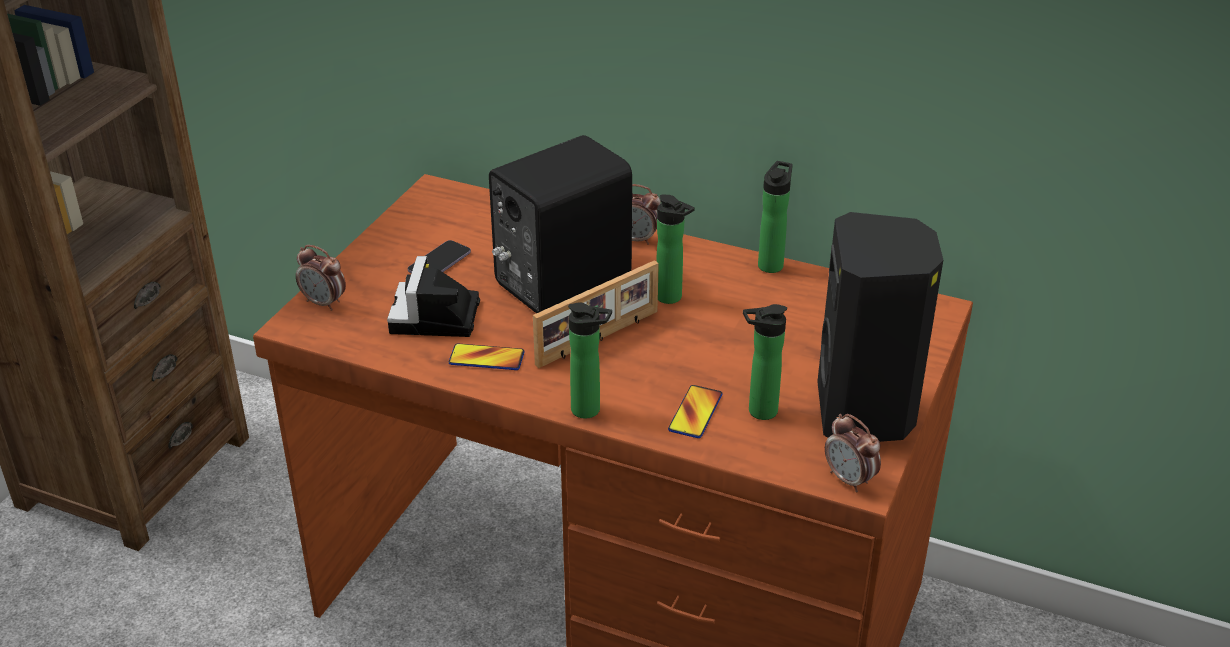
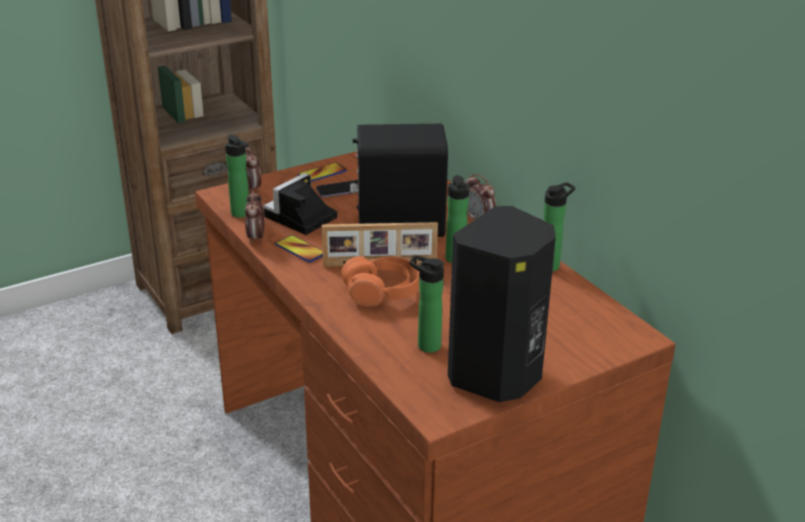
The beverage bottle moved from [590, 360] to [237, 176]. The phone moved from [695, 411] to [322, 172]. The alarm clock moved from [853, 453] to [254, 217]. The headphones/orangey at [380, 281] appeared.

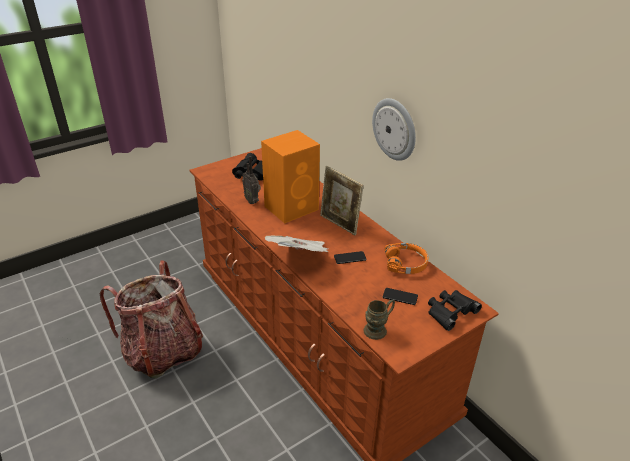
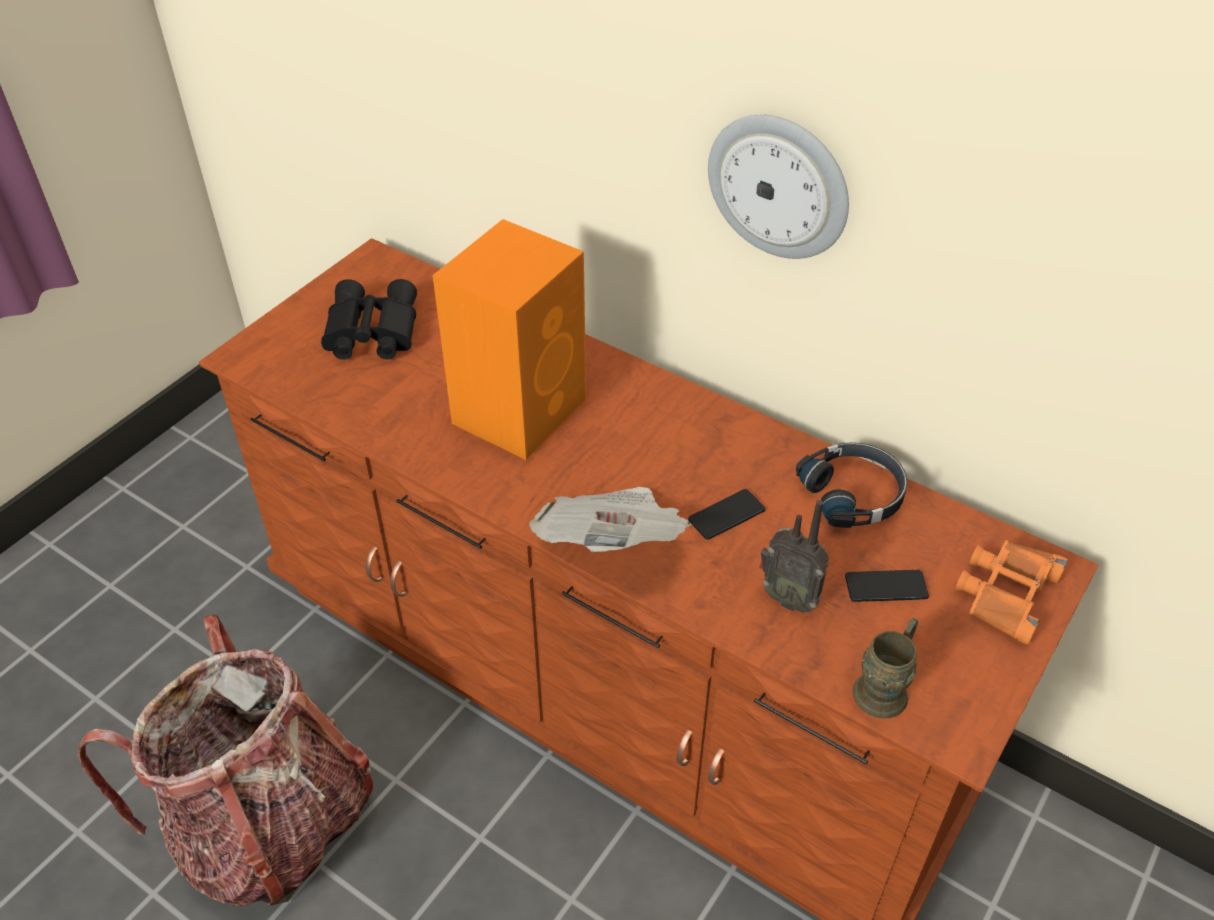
The radio set moved from [251, 180] to [794, 556]. The picture frame at [342, 200] disappeared. The headphones/orangey at [406, 258] became the headphones/black at [851, 485]. The binoculars/black at [455, 310] became the binoculars/orangey at [1011, 592].

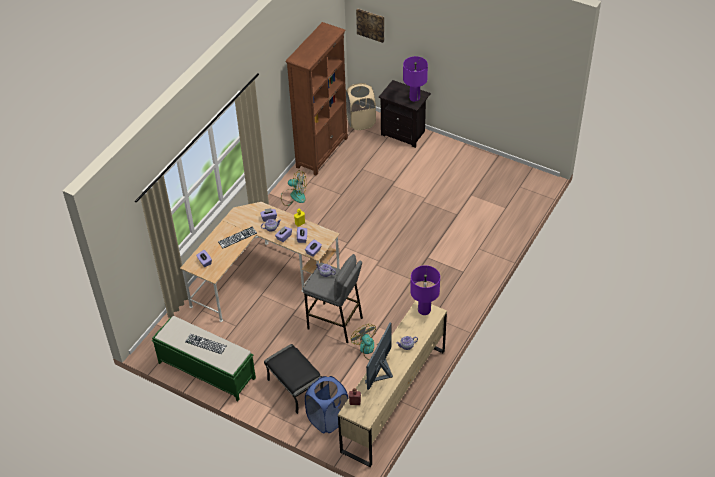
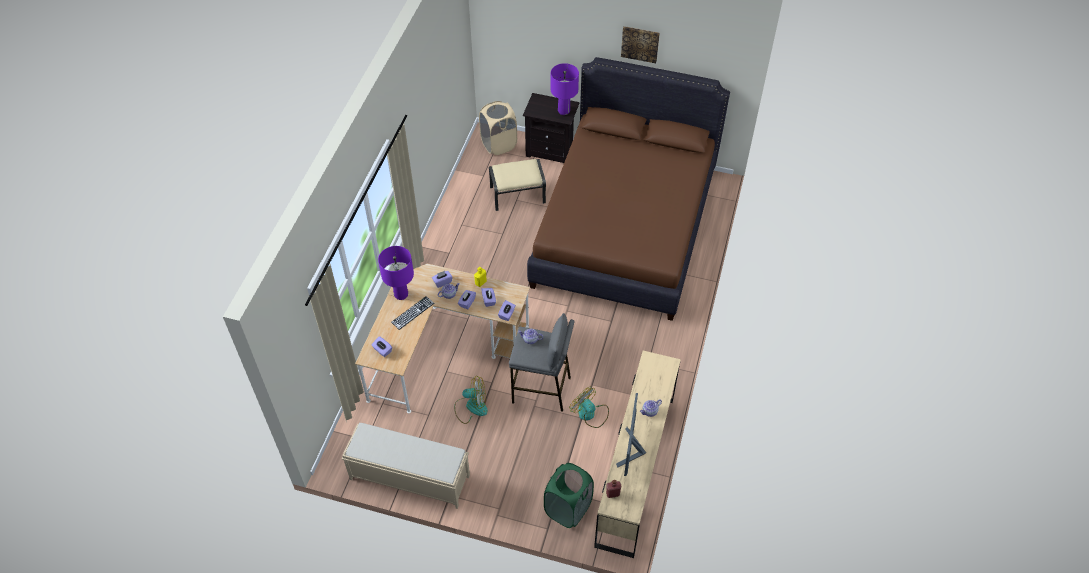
The wall art moved from [370, 25] to [640, 44]. The bookshelf/brownish at [317, 99] disappeared. The cooling fan moved from [294, 188] to [471, 400]. The lamp for a table/purplish moved from [425, 290] to [396, 273]. The bench/green at [204, 359] became the bench/beige-coloured at [406, 466]. The keyboard at [205, 344] disappeared. The ottoman/black at [293, 379] disappeared. The laundry basket/blue-coloured at [327, 404] became the laundry basket/green at [569, 495]. The bed/brownish at [628, 189] appeared. The ottoman/beige-coloured at [517, 185] appeared.

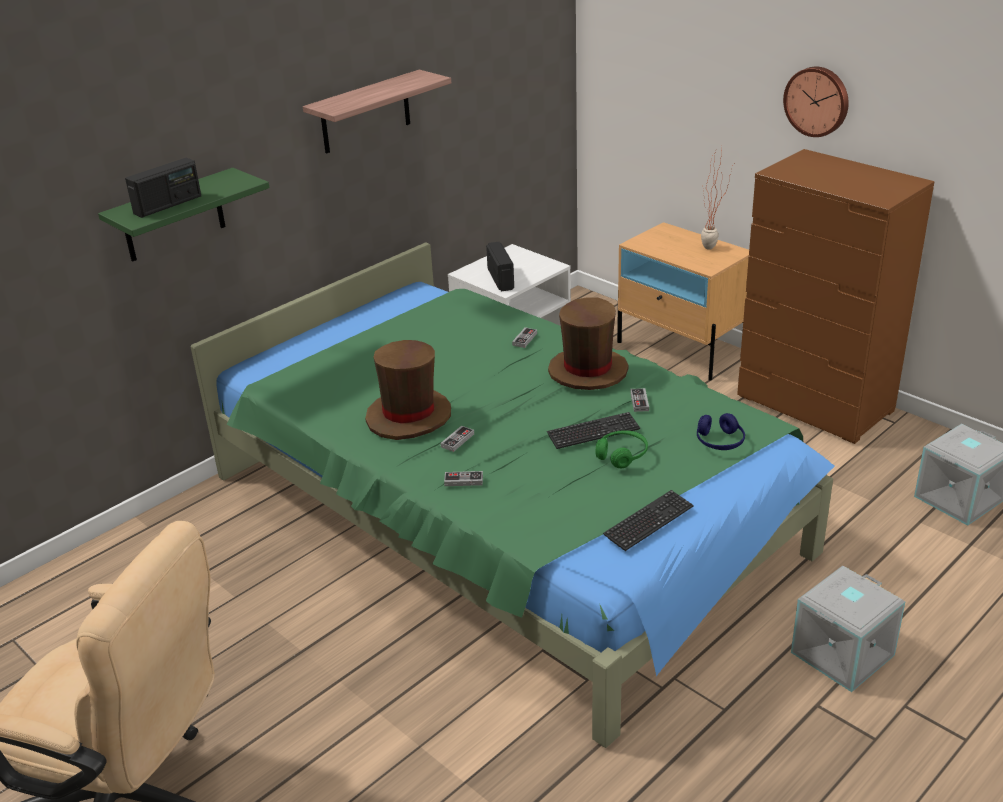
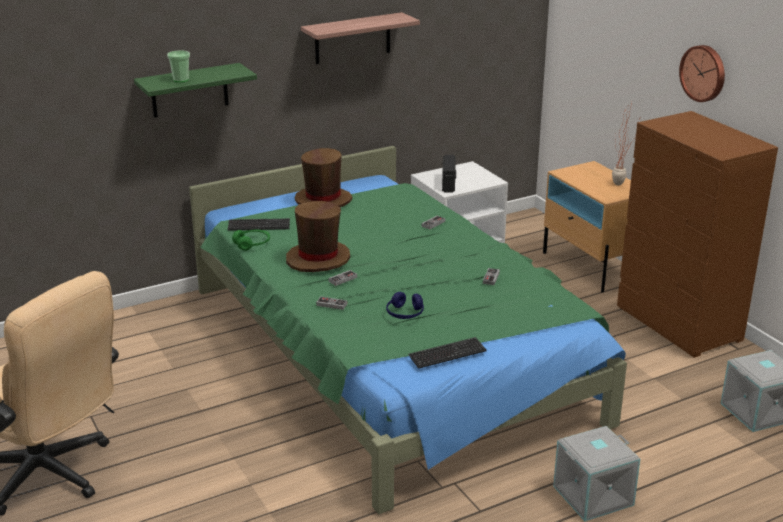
The radio set at [163, 188] was replaced by the drinking cup at [178, 66]. The hat/brownish moved from [588, 343] to [323, 177]. The keyboard moved from [593, 430] to [259, 224]. The headphones/blue-coloured moved from [721, 431] to [405, 305]. The headphones/green moved from [622, 449] to [251, 240].

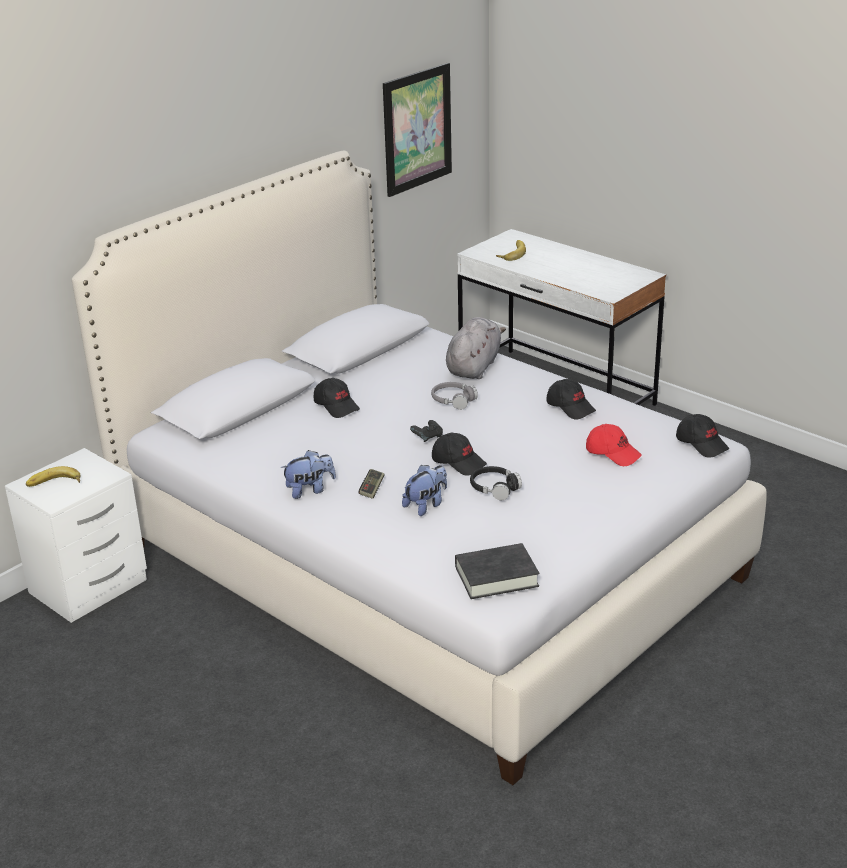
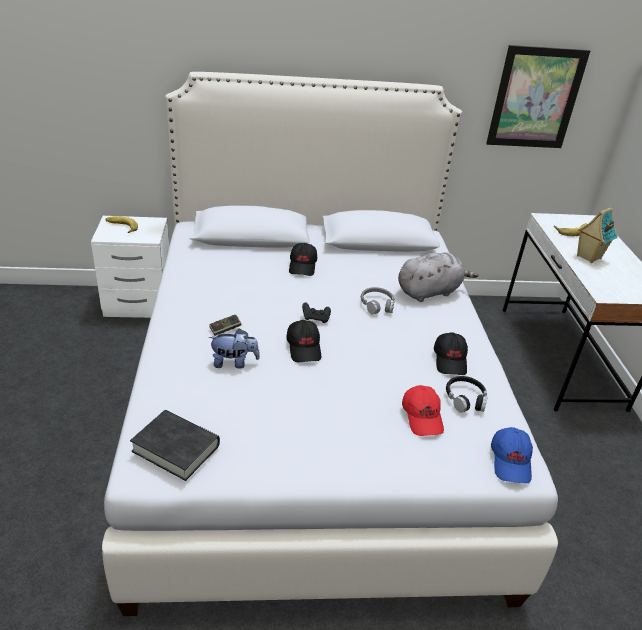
The baseball cap/black at [702, 436] became the baseball cap/blue-coloured at [512, 455]. The soft toy at [308, 474] disappeared. The headphones/black moved from [496, 483] to [467, 394]. The toy house at [597, 235] appeared.

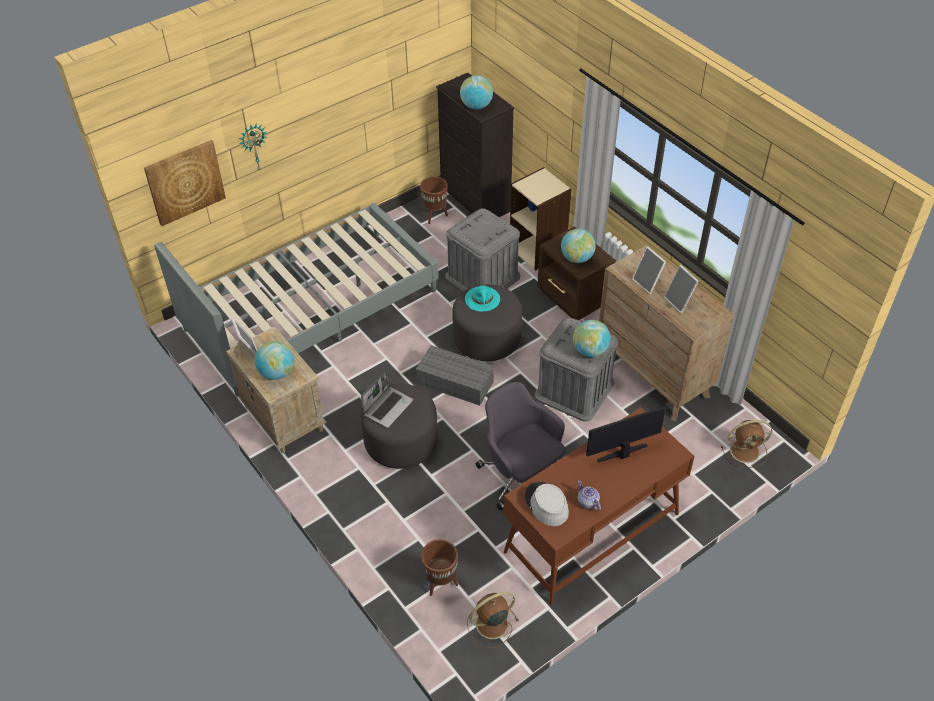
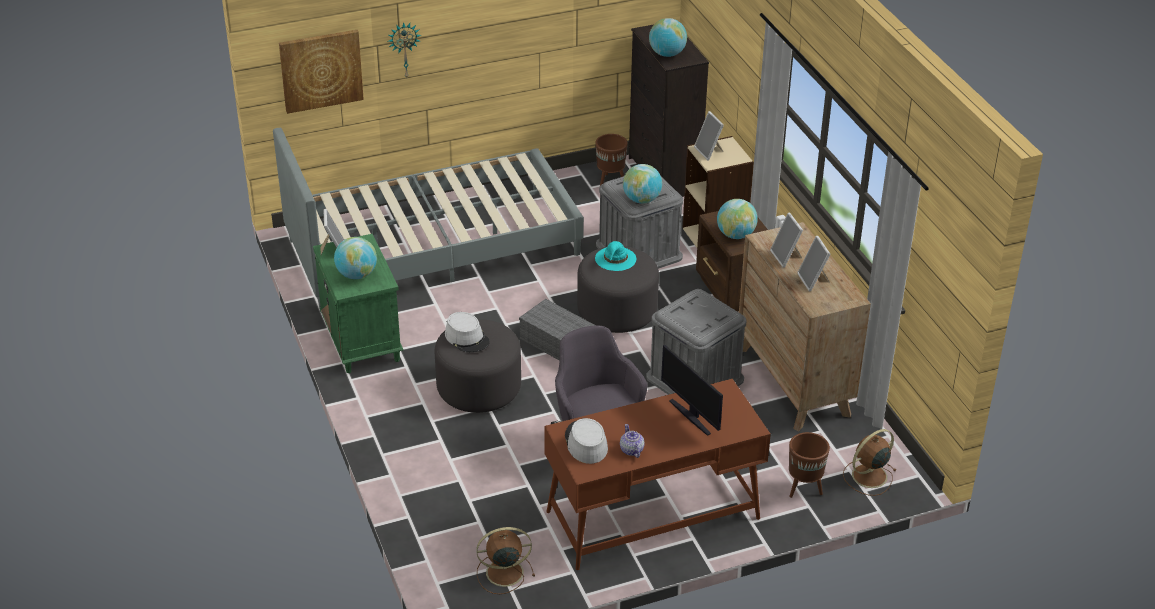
The globe moved from [592, 338] to [642, 184]. The bedside table/beige-coloured at [276, 389] became the bedside table/green at [358, 303]. The laptop at [387, 398] was replaced by the hat/gray at [467, 332]. The monitor at [626, 434] turned 120 degrees counterclockwise. The cooling fan/brownish at [746, 444] turned 135 degrees clockwise. The planter/brownish moved from [439, 567] to [809, 465]. The picture frame at [709, 135] appeared.

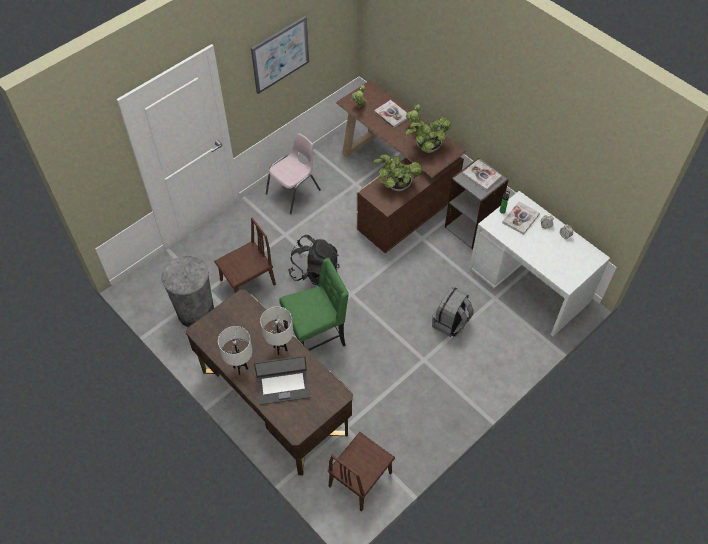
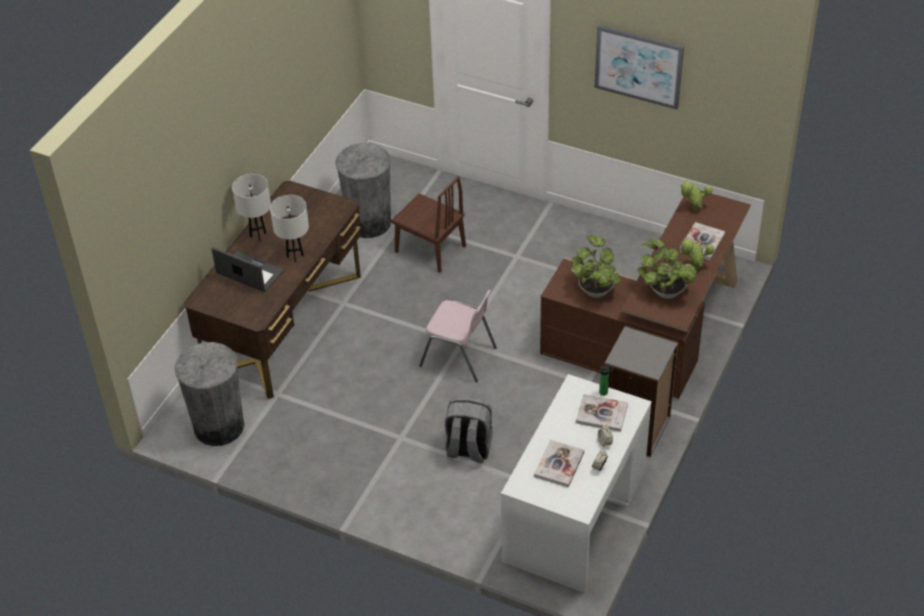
The upright chair/pink moved from [293, 173] to [458, 336]. The book moved from [482, 175] to [559, 464]. The knapsack/black at [314, 260] disappeared. The upright chair/green at [314, 304] disappeared. The laptop at [282, 380] turned 150 degrees clockwise. The upright chair/brownish at [361, 472] was replaced by the trash can/gray at [209, 394].

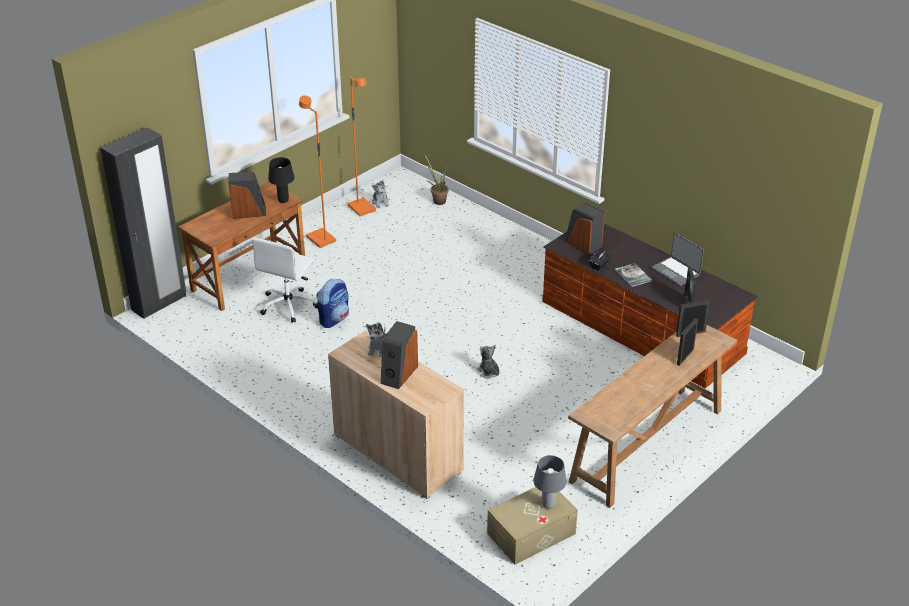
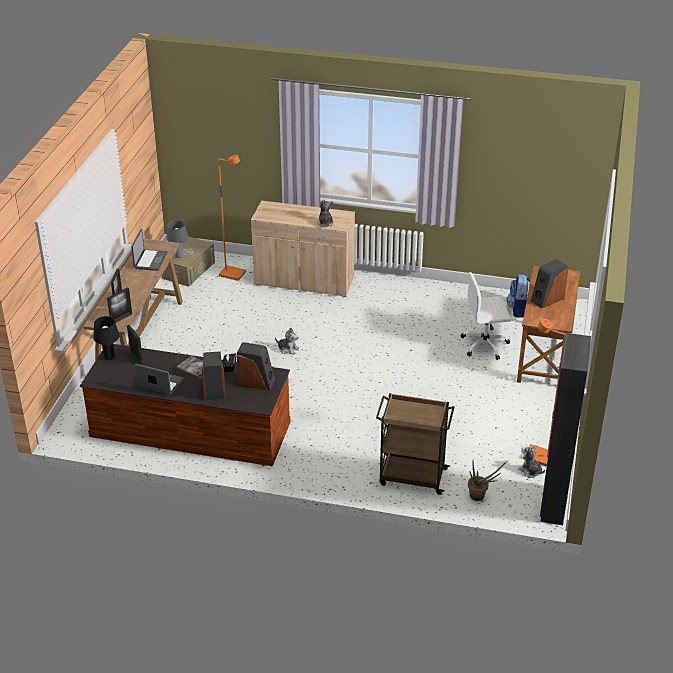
The standing lamp/orangey moved from [317, 171] to [232, 218]. The clothes cupboard/black moved from [143, 223] to [565, 429]. The lamp for a table/black moved from [281, 180] to [106, 338]. The desk chair/whitish at [285, 280] turned 90 degrees counterclockwise. The knapsack moved from [332, 303] to [518, 296]. The speaker moved from [399, 355] to [214, 375]. The laptop at [149, 250] appeared. The trolley/brownish at [415, 444] appeared.

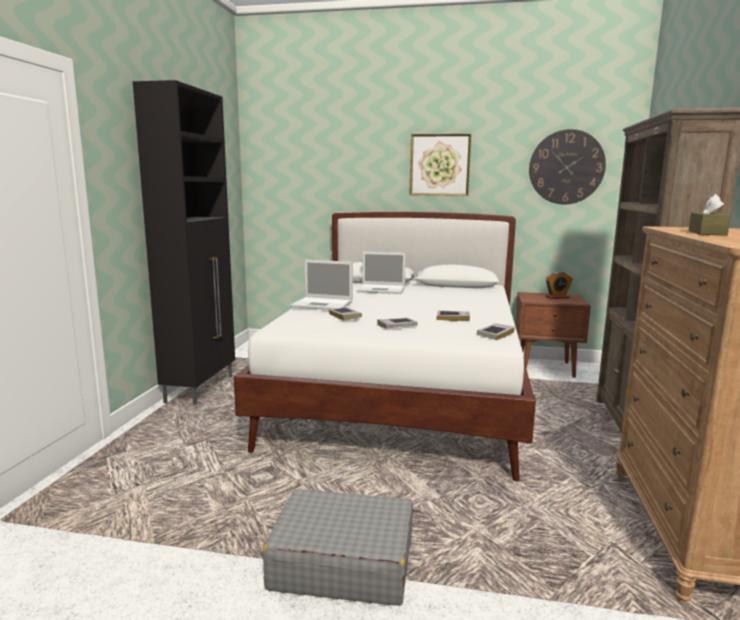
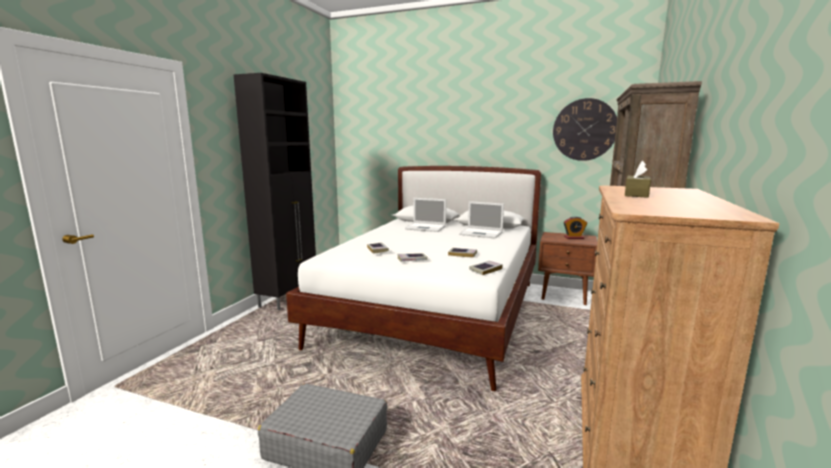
The wall art at [440, 165] disappeared. The laptop moved from [321, 285] to [481, 220].

